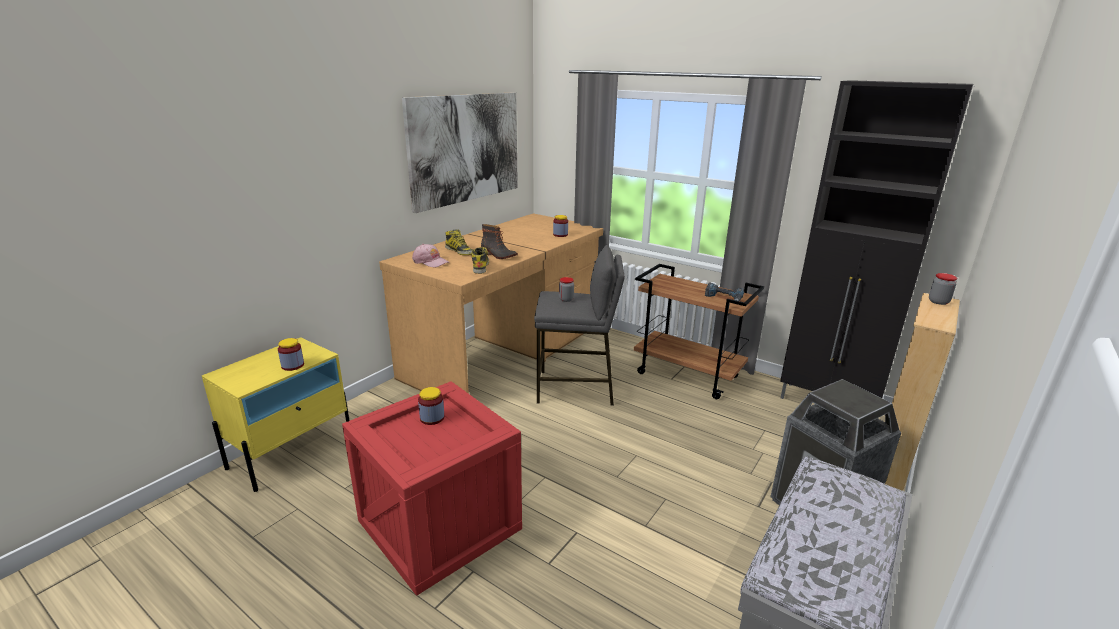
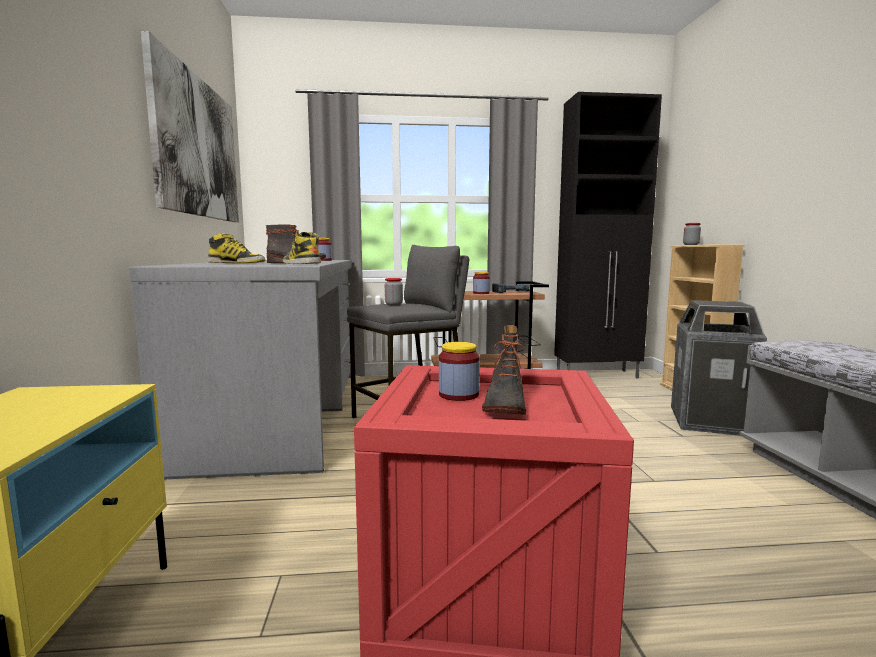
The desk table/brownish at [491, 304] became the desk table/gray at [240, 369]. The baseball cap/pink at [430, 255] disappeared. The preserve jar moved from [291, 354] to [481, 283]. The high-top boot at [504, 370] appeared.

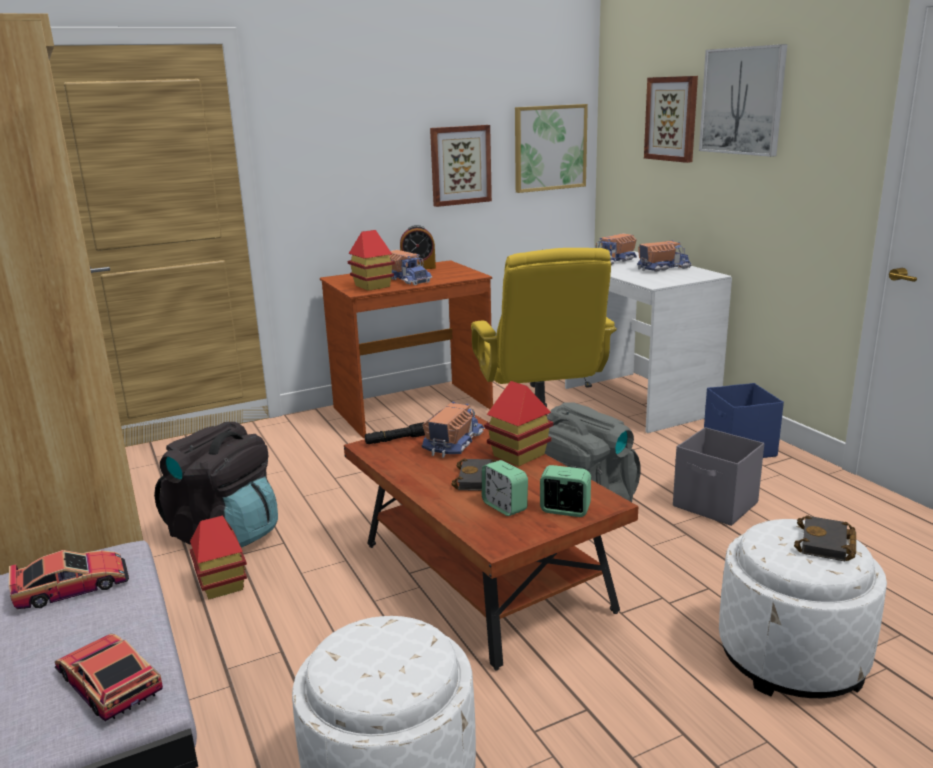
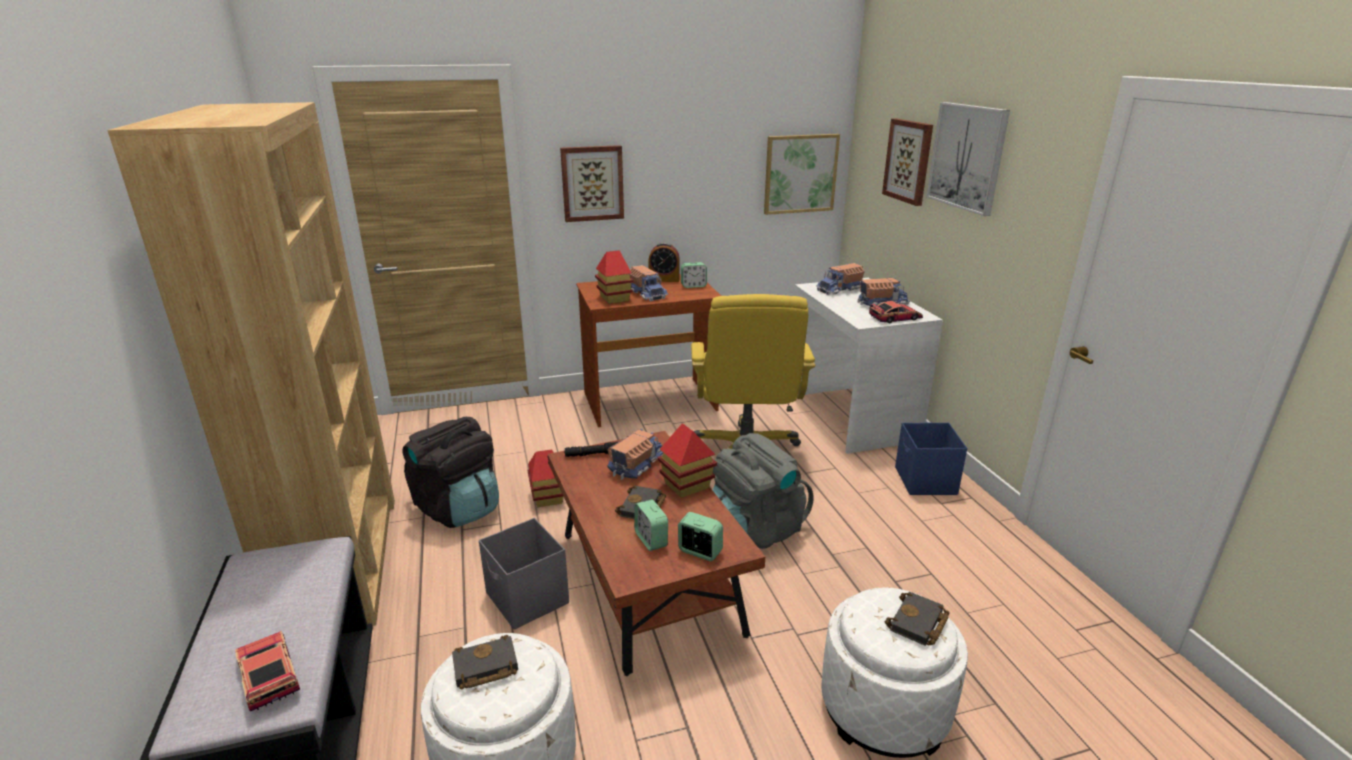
The wall art moved from [461, 166] to [592, 183]. The storage box/gray moved from [718, 476] to [524, 574]. The toy house moved from [218, 557] to [546, 478]. The toy car moved from [69, 579] to [896, 312]. The alarm clock at [694, 275] appeared. The book/black at [485, 662] appeared.

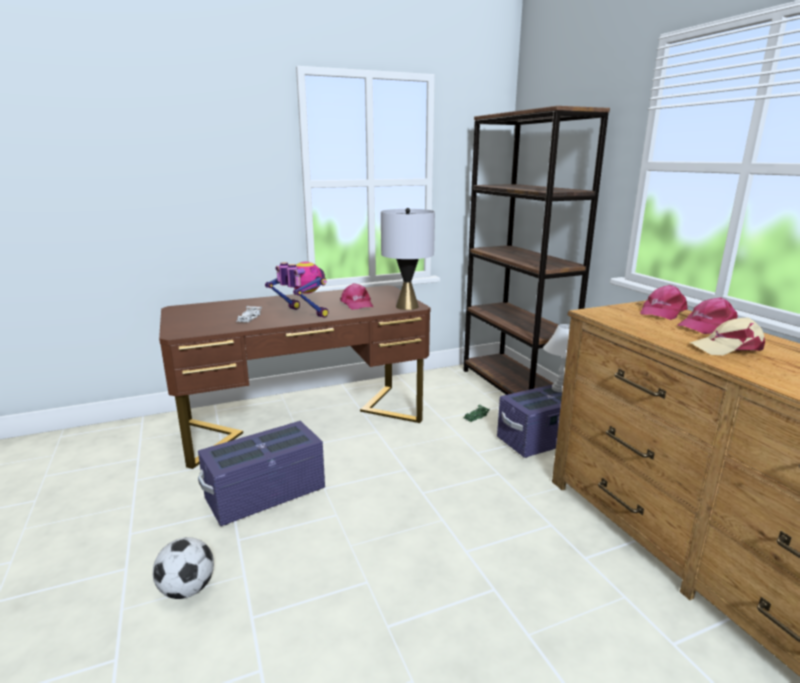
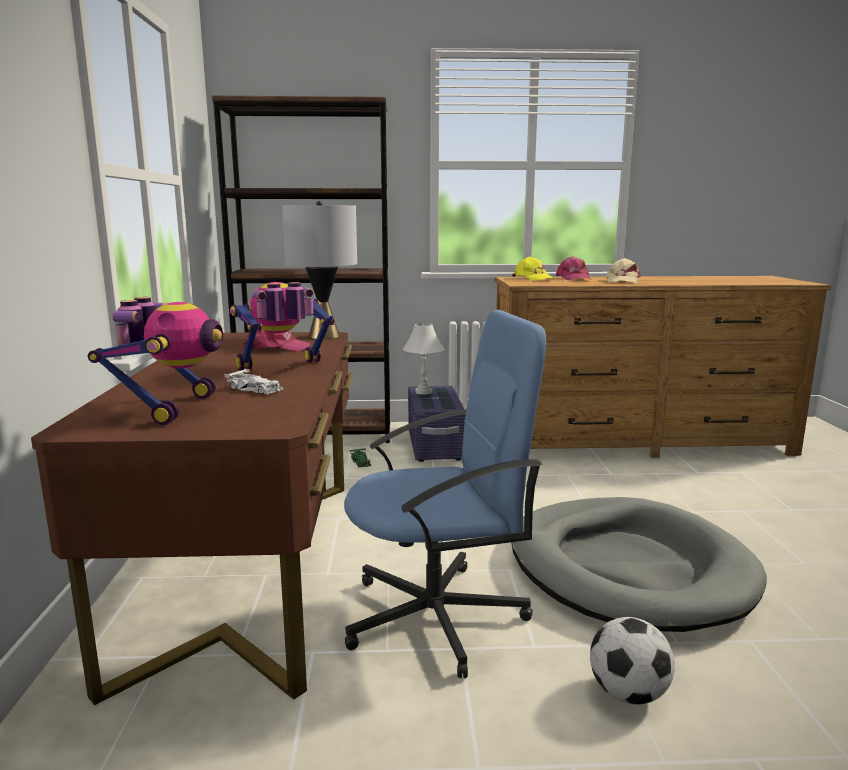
The baseball cap/pink at [664, 302] became the baseball cap/yellow at [533, 269]. The storage box/purplish at [261, 473] was replaced by the desk chair/blue-coloured at [445, 494]. The robot figure at [155, 361] appeared. The pet bed/gray at [639, 564] appeared.

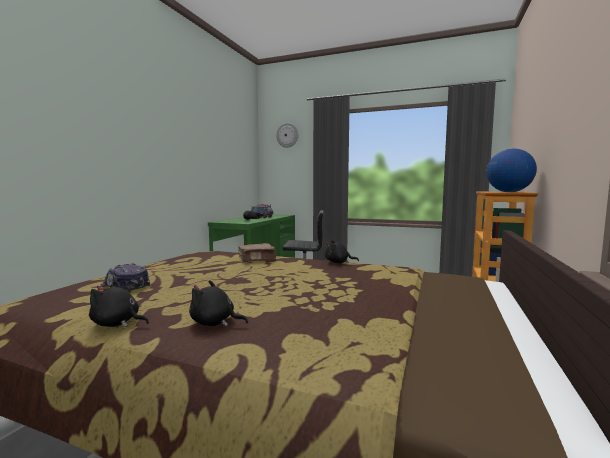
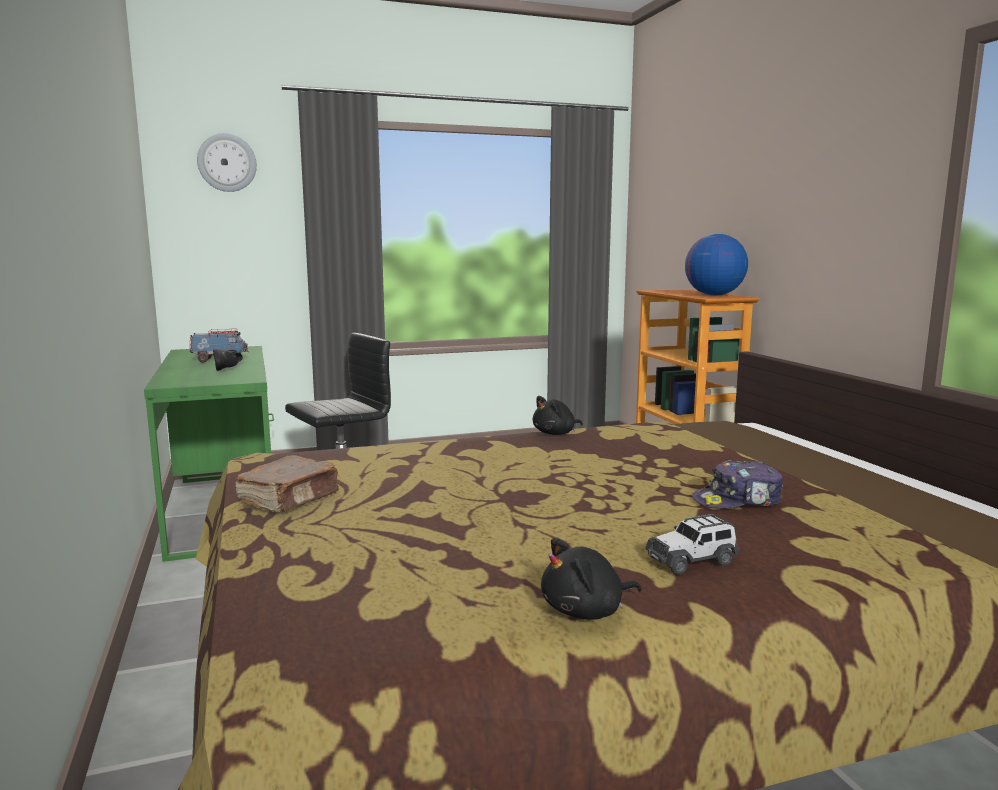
The book/brownish moved from [257, 252] to [287, 484]. The baseball cap moved from [126, 276] to [737, 484]. The soft toy/black at [218, 303] was replaced by the toy car at [692, 544].

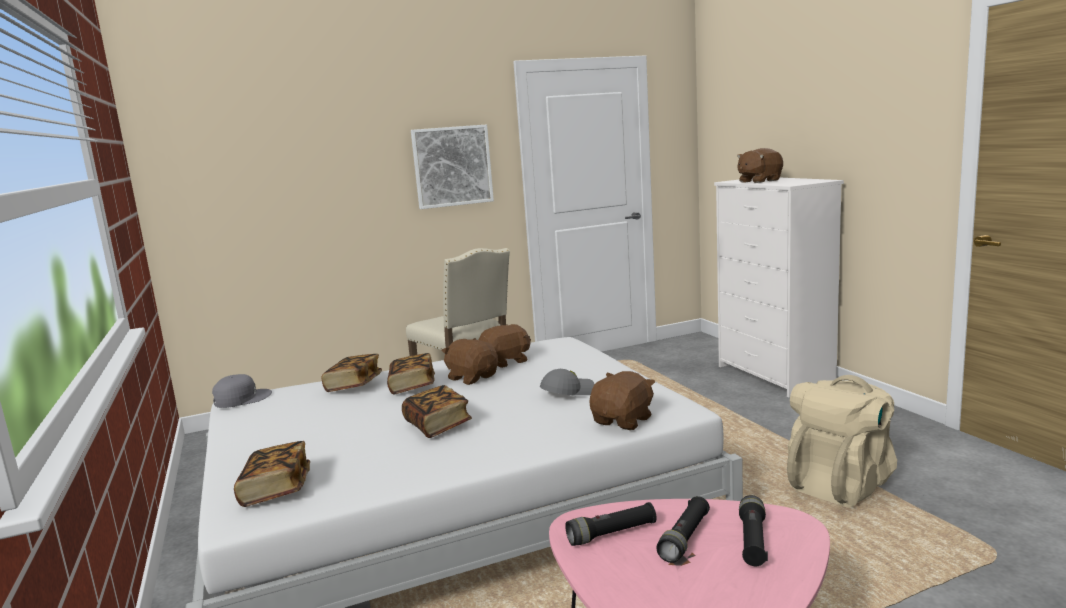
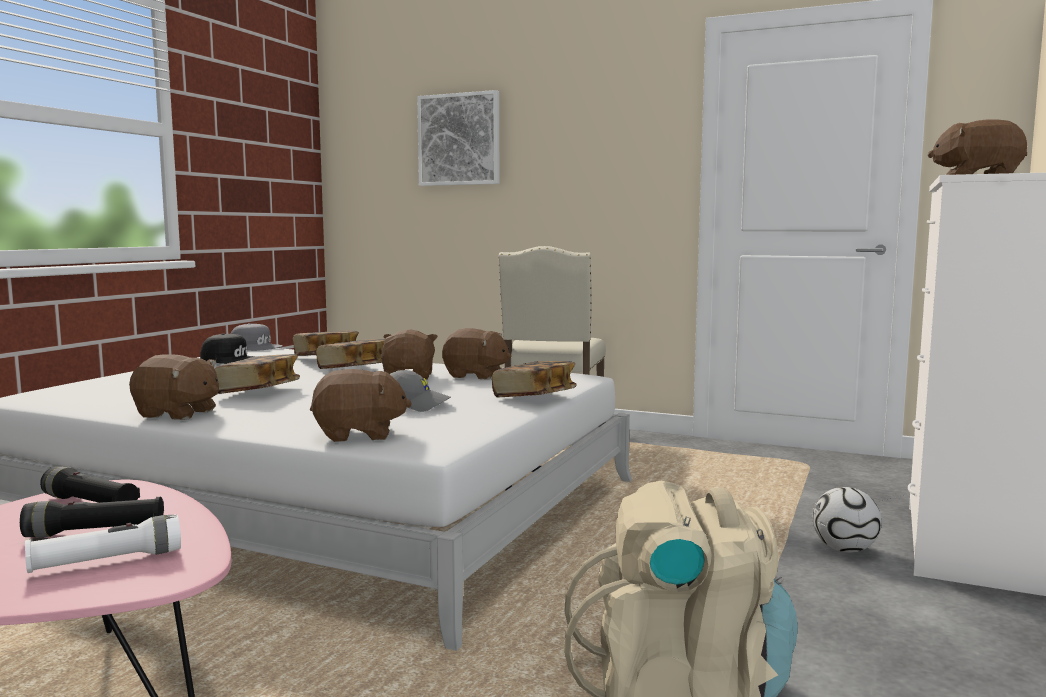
The wall art moved from [452, 166] to [458, 138]. The book moved from [272, 474] to [534, 379]. The flashlight/black at [753, 530] became the flashlight/whitish at [103, 544]. The baseball cap/black at [228, 348] appeared. The soft toy/brownish at [174, 387] appeared. The ball for football at [847, 519] appeared.

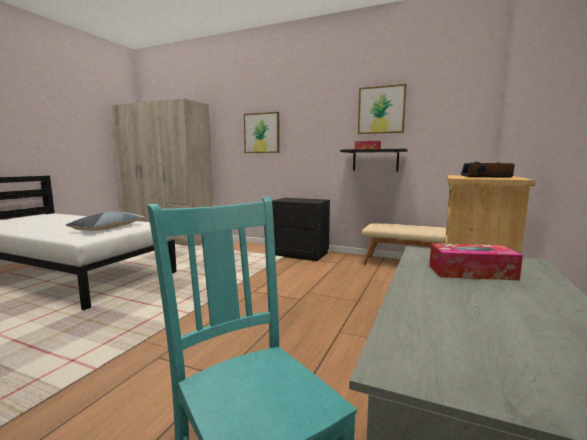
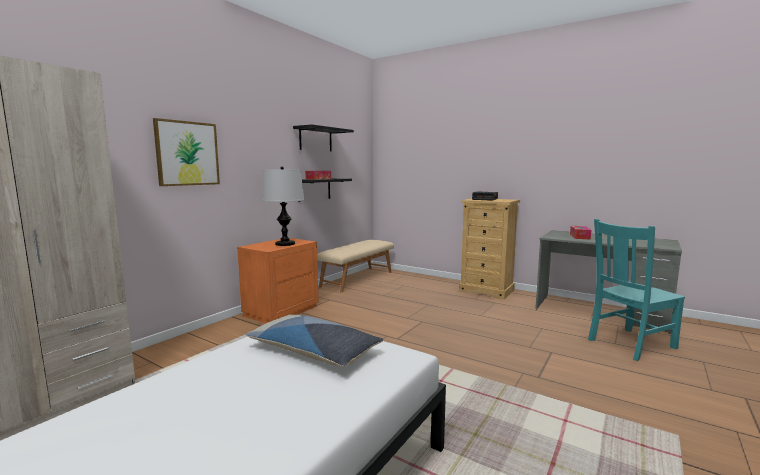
The wall art at [382, 109] was replaced by the wall shelf/black at [323, 137]. The bedside table/black at [301, 229] became the bedside table/orangey at [277, 280]. The lamp for a table at [283, 206] appeared.

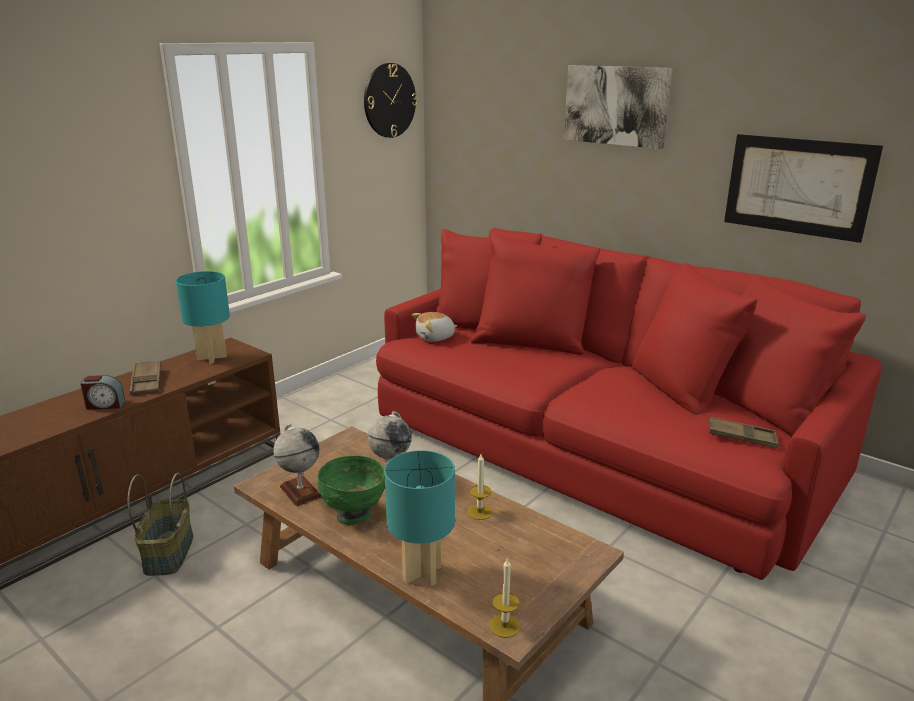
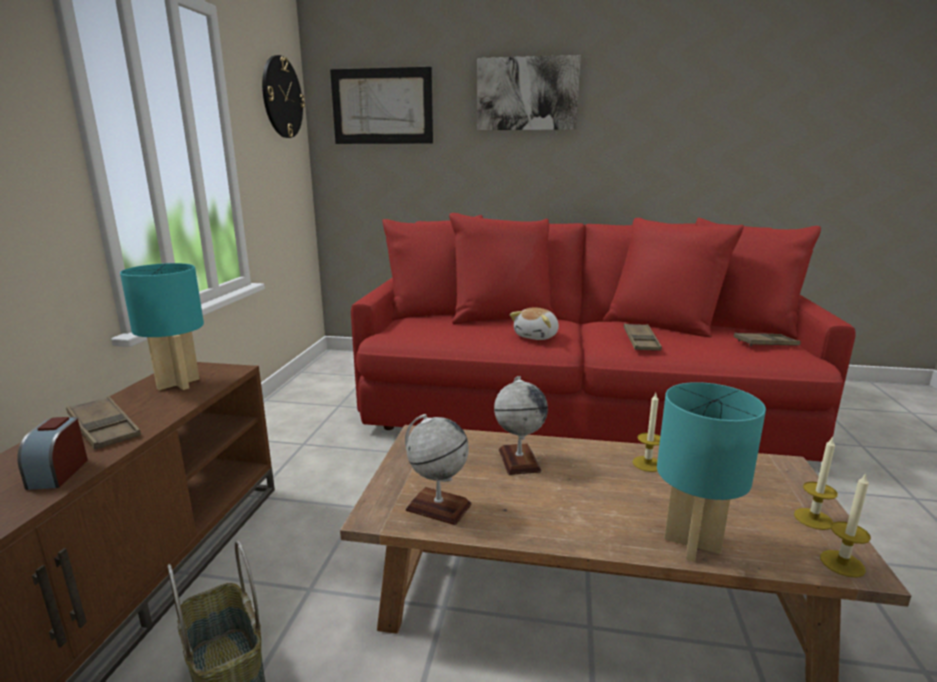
The wall art moved from [803, 188] to [381, 105]. The soft toy moved from [434, 327] to [534, 323]. The alarm clock at [102, 392] turned 120 degrees clockwise. The serving bowl/green at [351, 490] disappeared. The carrying tray/brownish at [643, 337] appeared. The wax candle at [816, 483] appeared.

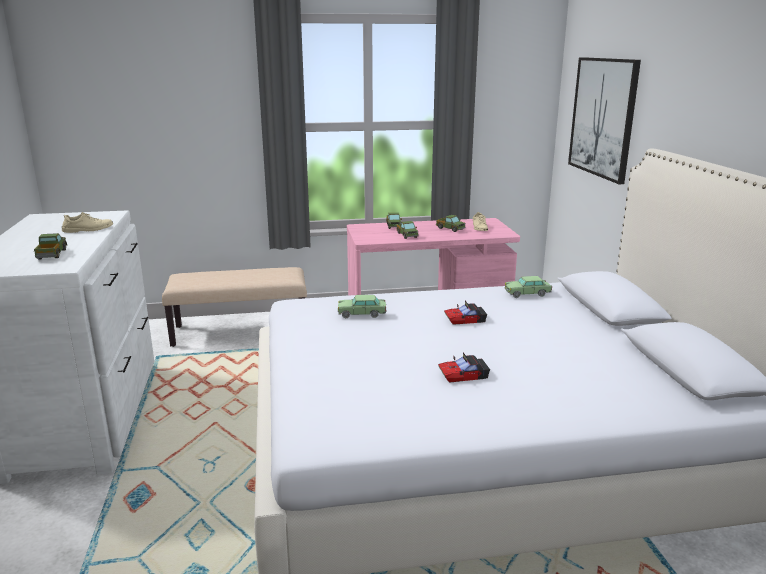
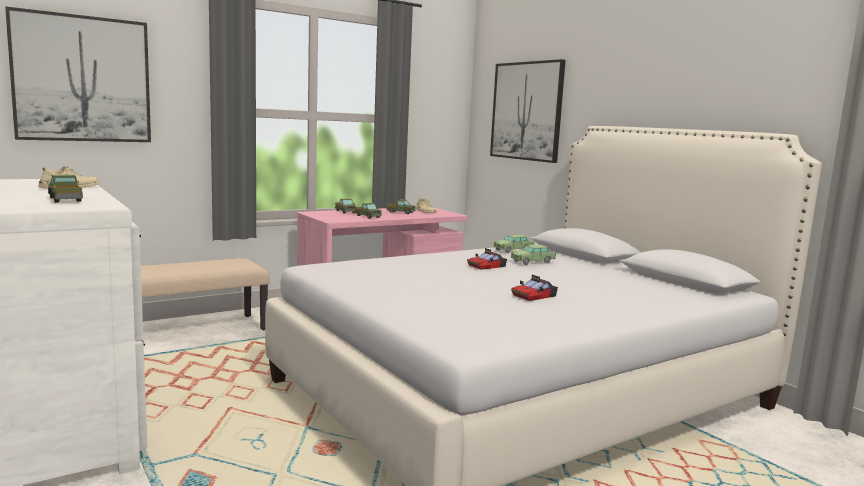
The toy car moved from [362, 306] to [533, 255]. The wall art at [78, 74] appeared.

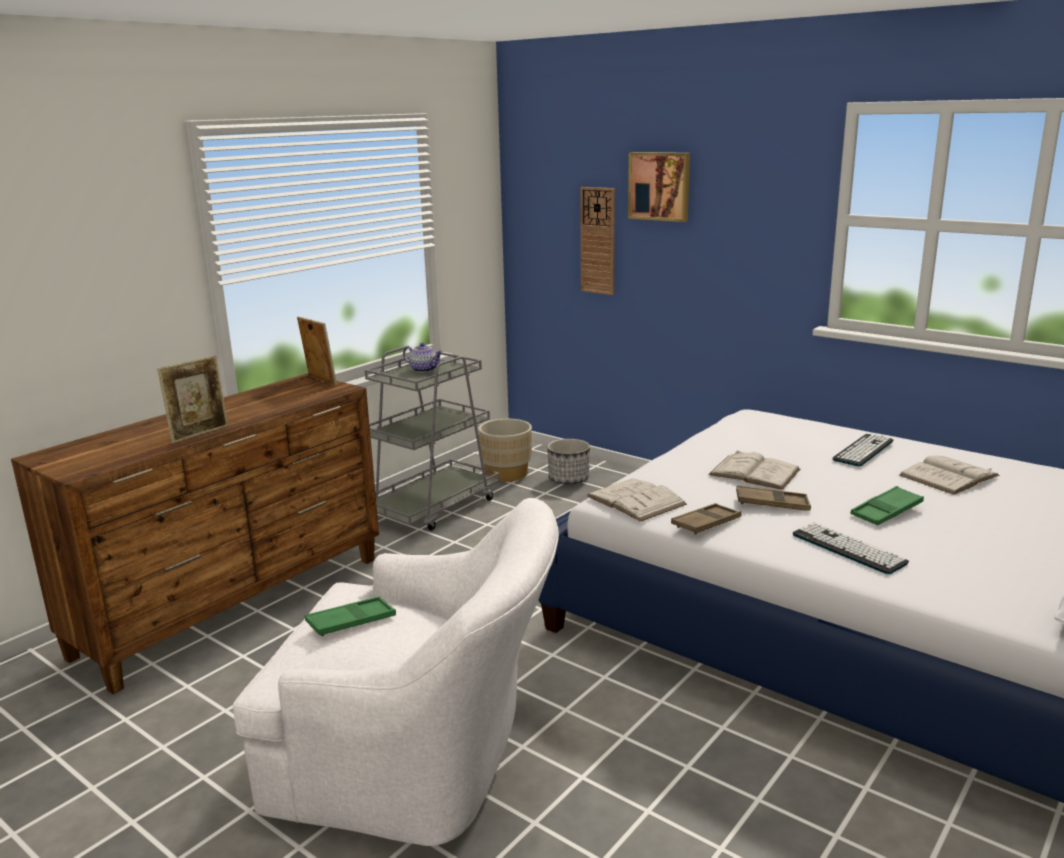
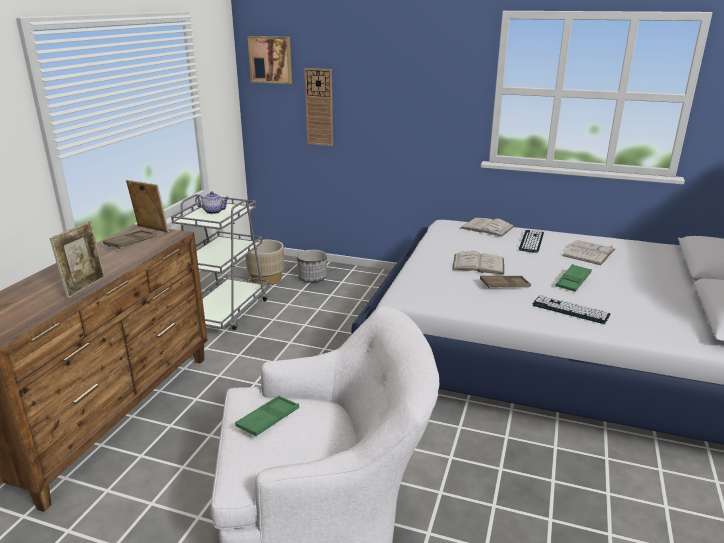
The wall art moved from [659, 187] to [269, 60]. The book/whitish moved from [636, 500] to [487, 227]. The carrying tray/brownish moved from [706, 518] to [130, 239].

